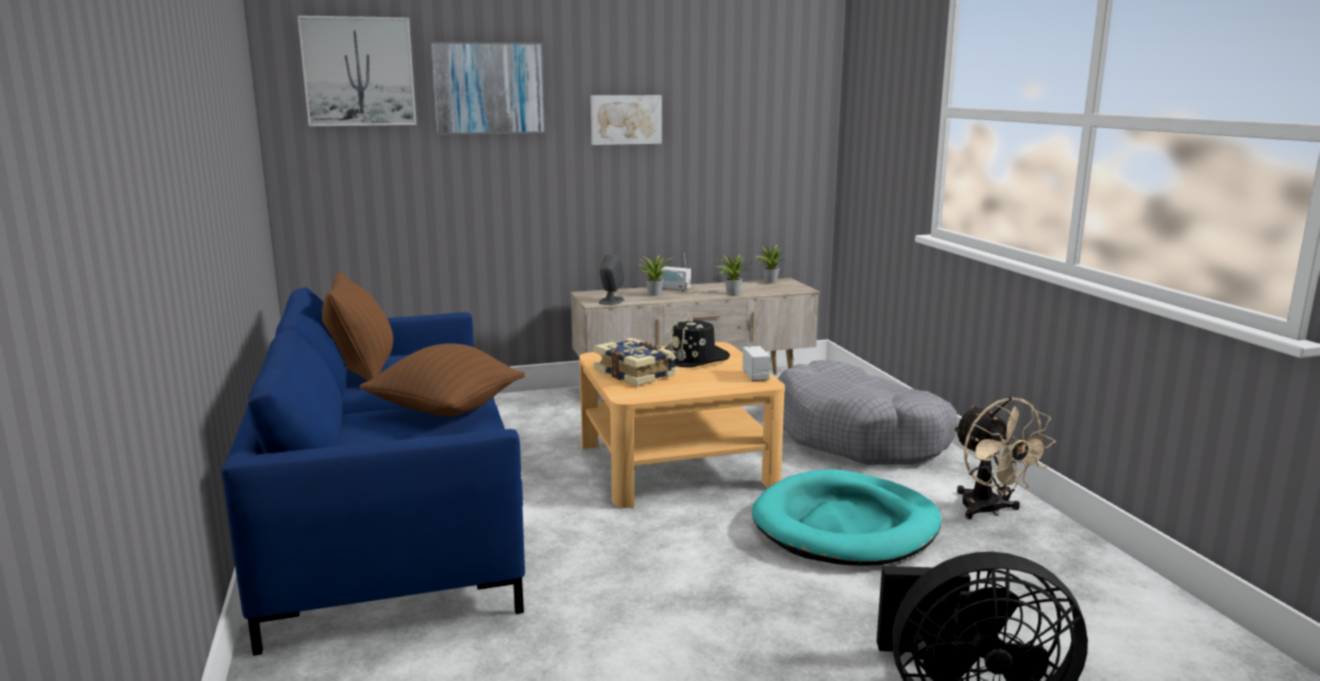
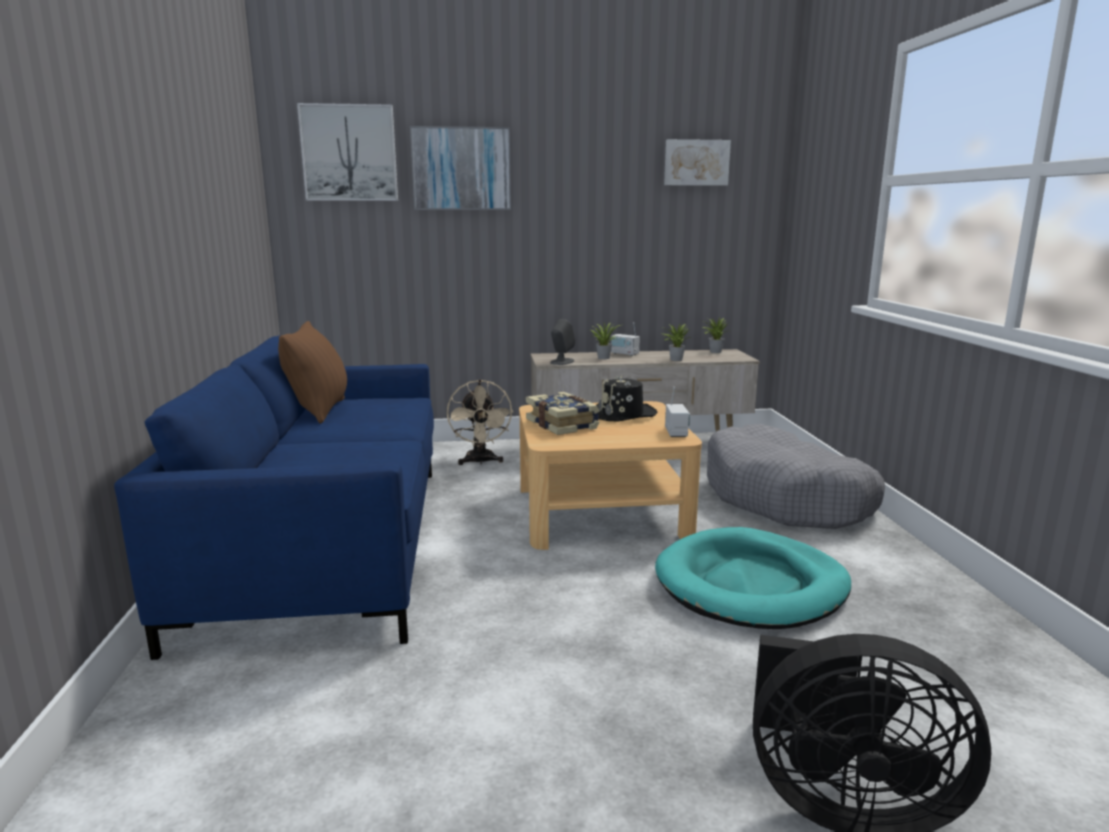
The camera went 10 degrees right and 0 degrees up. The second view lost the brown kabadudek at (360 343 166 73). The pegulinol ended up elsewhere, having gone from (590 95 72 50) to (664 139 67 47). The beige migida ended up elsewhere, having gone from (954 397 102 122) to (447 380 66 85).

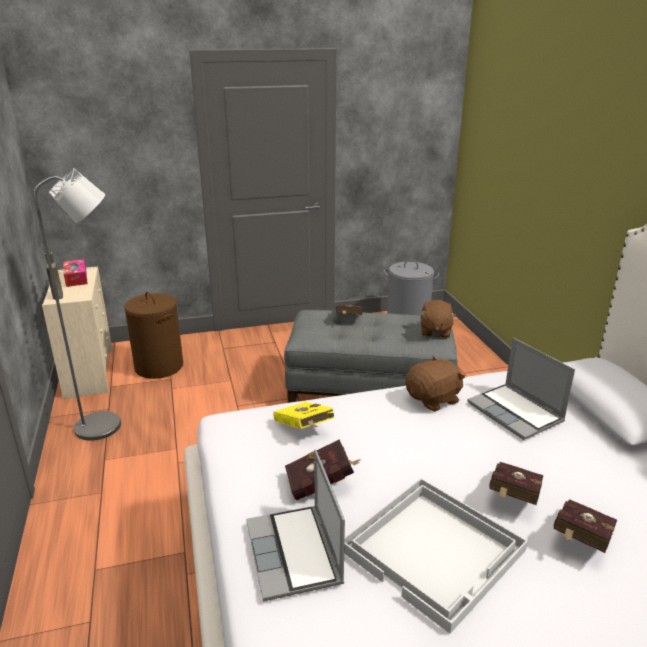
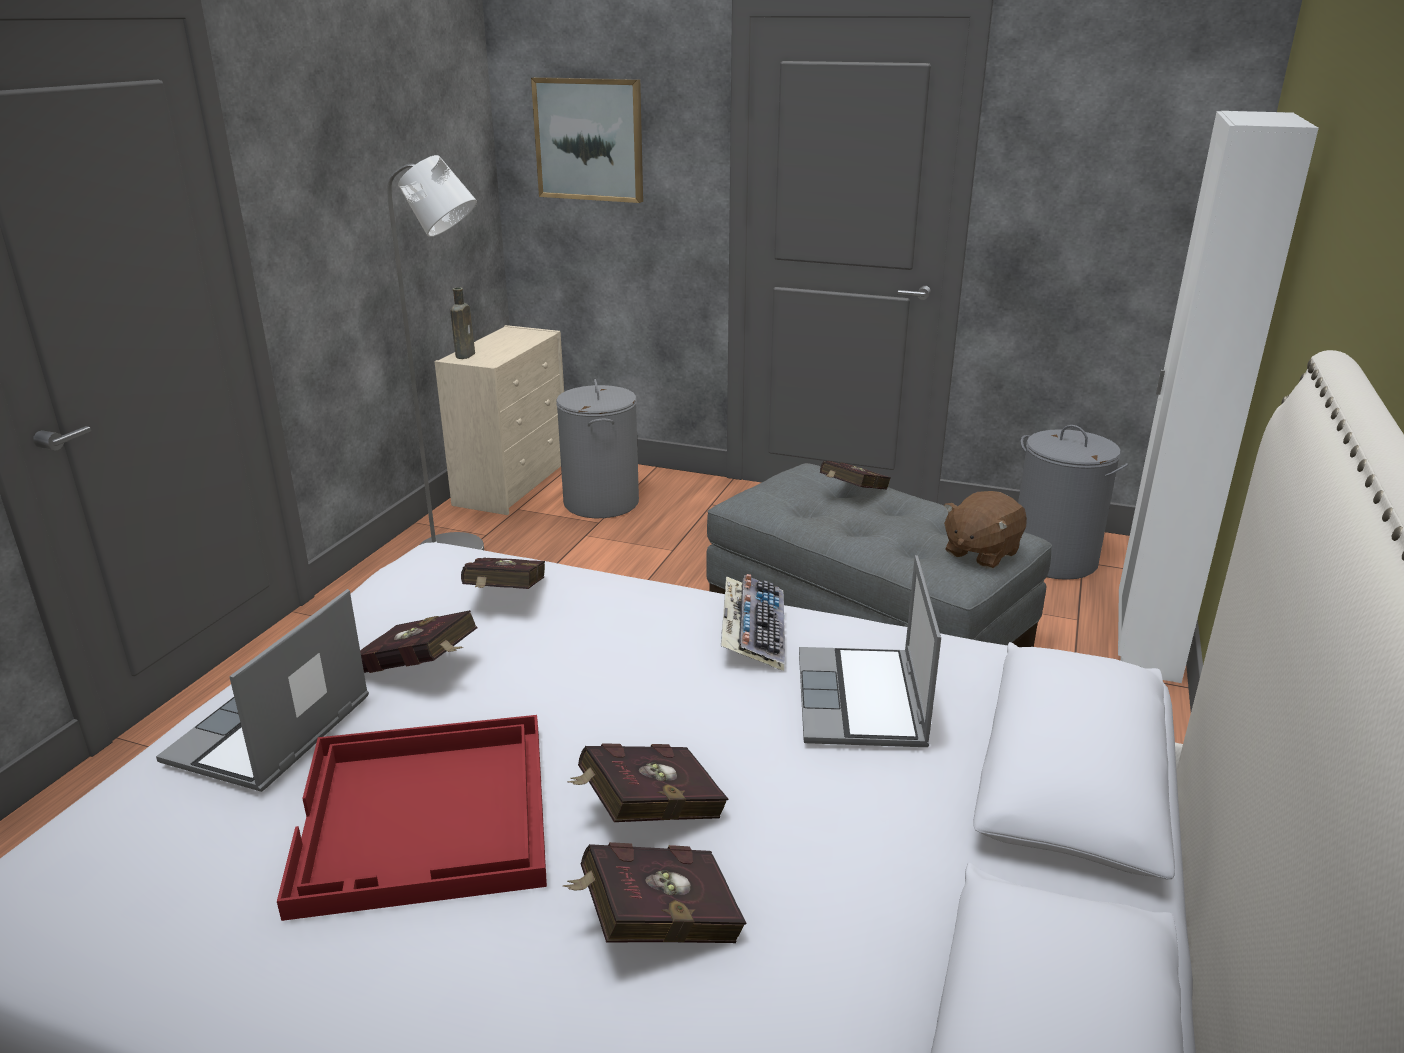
The camera went 35 degrees right and 0 degrees up. The second view lost the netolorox at (64 259 24 28). What was the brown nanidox at (124 292 59 87) turned into the grey nanidox at (556 379 83 139). What was the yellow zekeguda at (273 402 62 27) turned into the red zekeguda at (461 558 84 31). What was the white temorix at (344 478 184 156) turned into the red temorix at (277 715 270 206). Where the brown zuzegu stood at (405 356 60 56), the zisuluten came to stand at (721 574 64 97). The second view gained the pegulinol at (531 77 112 126). The second view gained the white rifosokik at (1118 111 201 572).

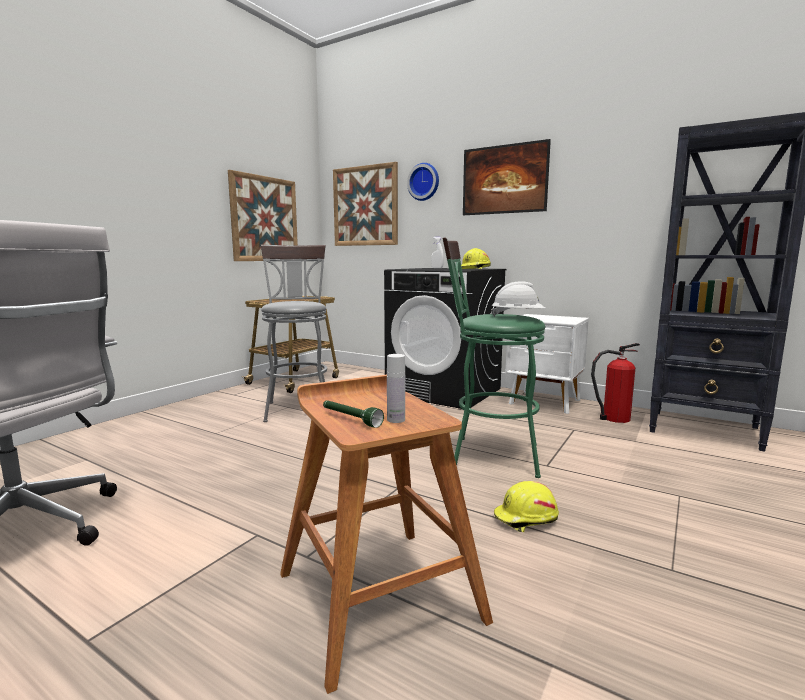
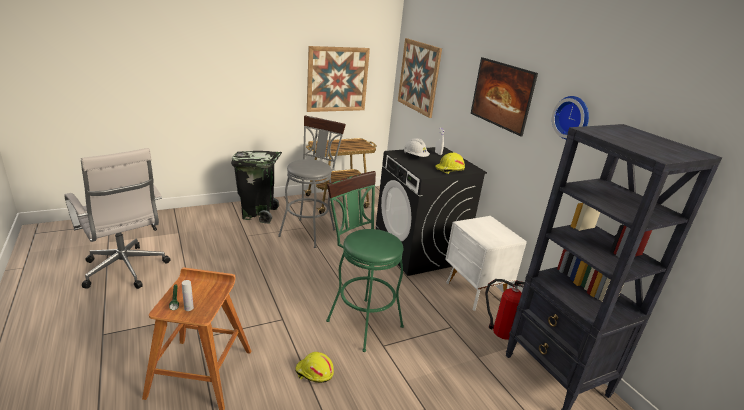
The camera went 30 degrees right and 15 degrees up. The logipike ended up elsewhere, having gone from (407 163 32 38) to (552 96 37 44). The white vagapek ended up elsewhere, having gone from (491 281 55 36) to (403 138 27 19). The second view gained the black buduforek at (231 151 51 73).

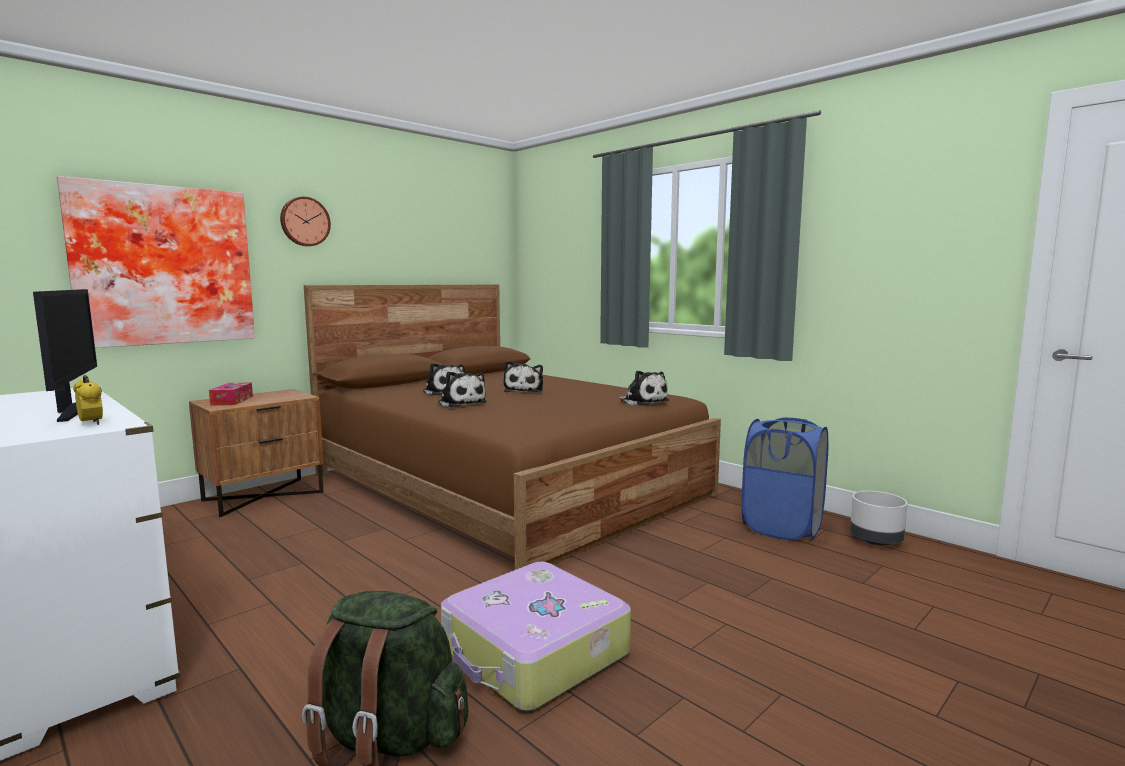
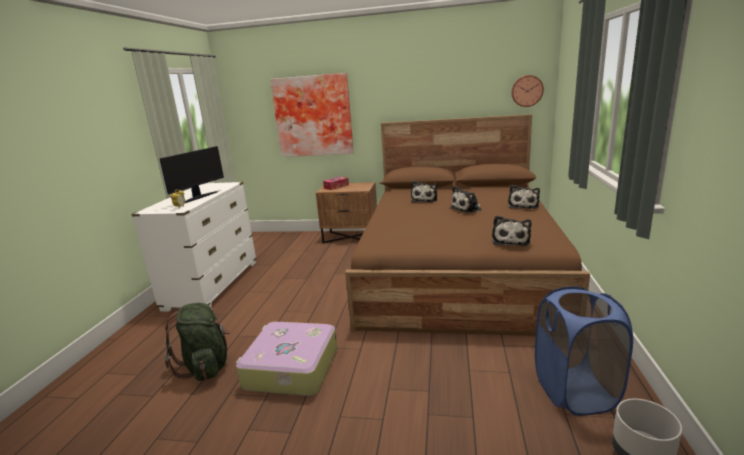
The camera went 55 degrees right and 10 degrees up. The logipike ended up elsewhere, having gone from (280 197 51 49) to (511 75 33 32). The zuzegu ended up elsewhere, having gone from (438 371 49 37) to (508 185 32 24).

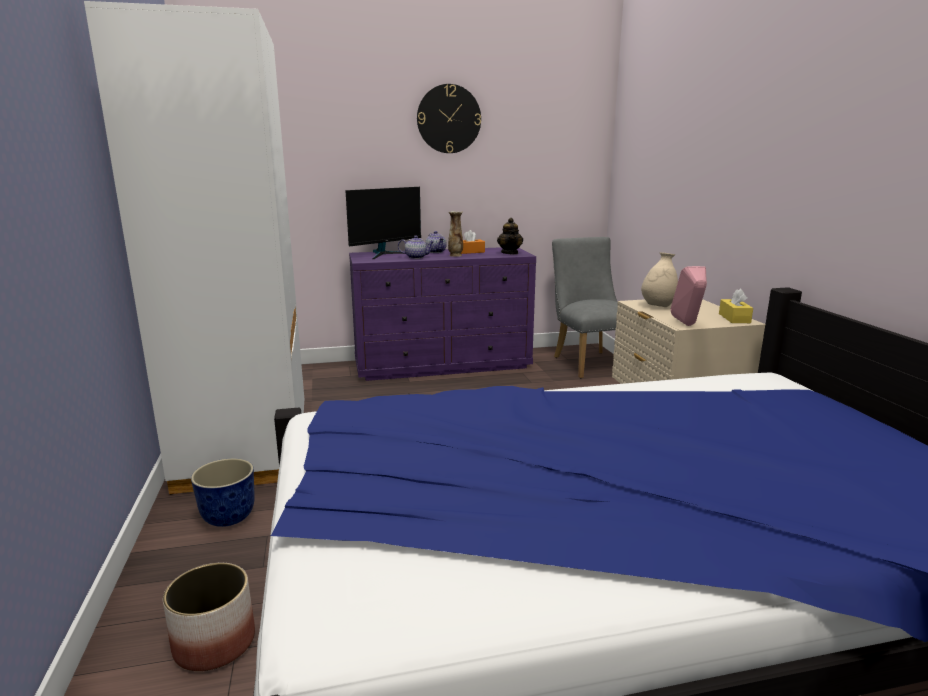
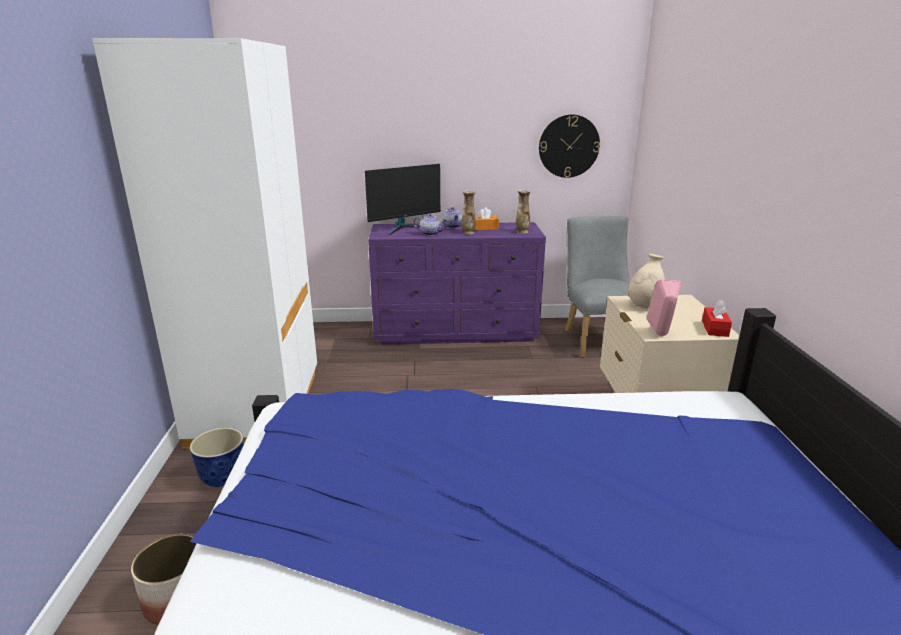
The camera went 10 degrees right and 5 degrees up. The logipike ended up elsewhere, having gone from (417 84 64 69) to (539 114 61 64). Where the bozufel stood at (497 218 26 37), the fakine came to stand at (516 190 15 43). What was the yellow netolorox at (719 289 34 34) turned into the red netolorox at (702 300 30 37).

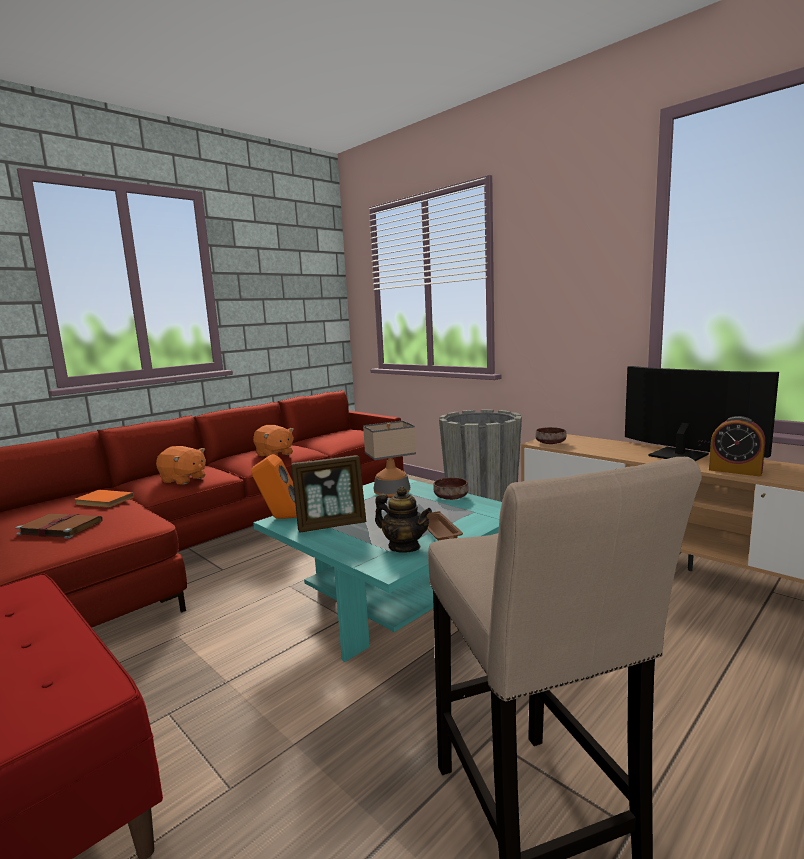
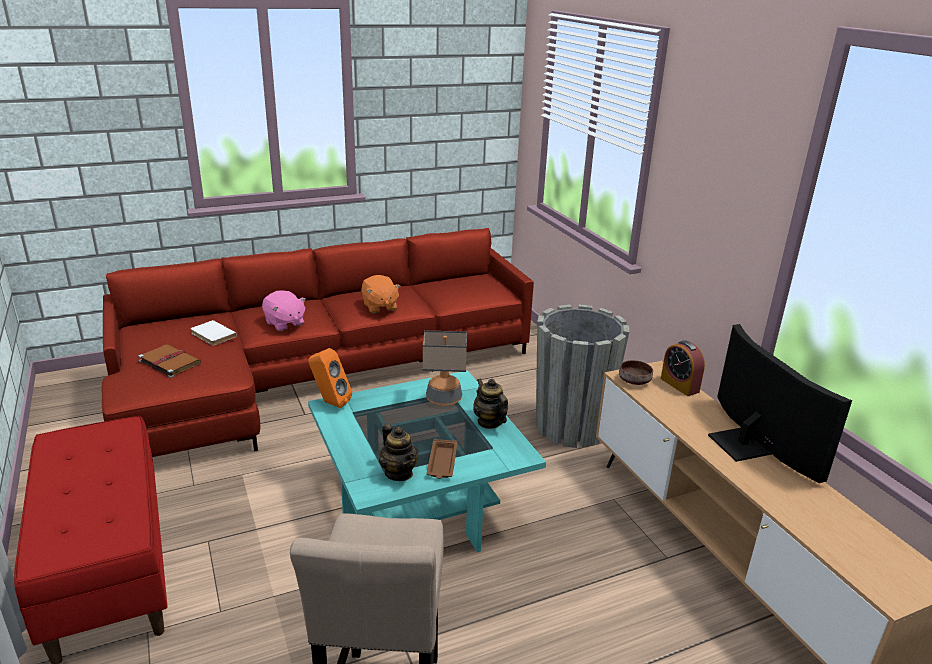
The camera went 20 degrees right and 15 degrees up. What was the orange zekeguda at (75 490 59 18) turned into the white zekeguda at (191 320 46 26). What was the orange zuzegu at (156 446 50 39) turned into the pink zuzegu at (262 290 44 41). The second view lost the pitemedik at (291 455 75 78). Where the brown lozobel stood at (434 478 34 22), the bozufel came to stand at (473 378 35 51). The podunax ended up elsewhere, having gone from (709 416 56 60) to (661 340 44 56).

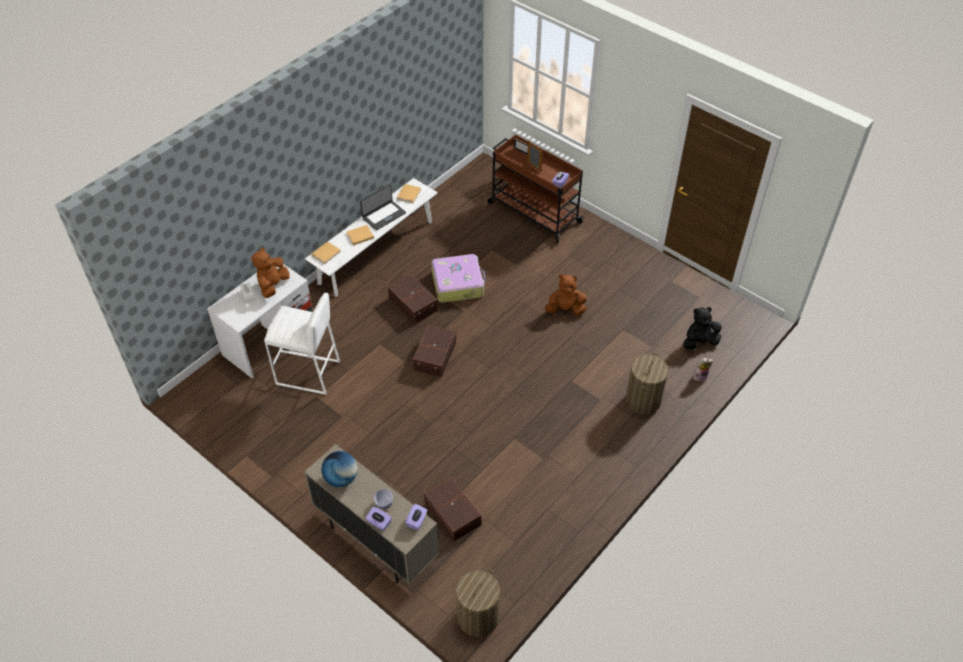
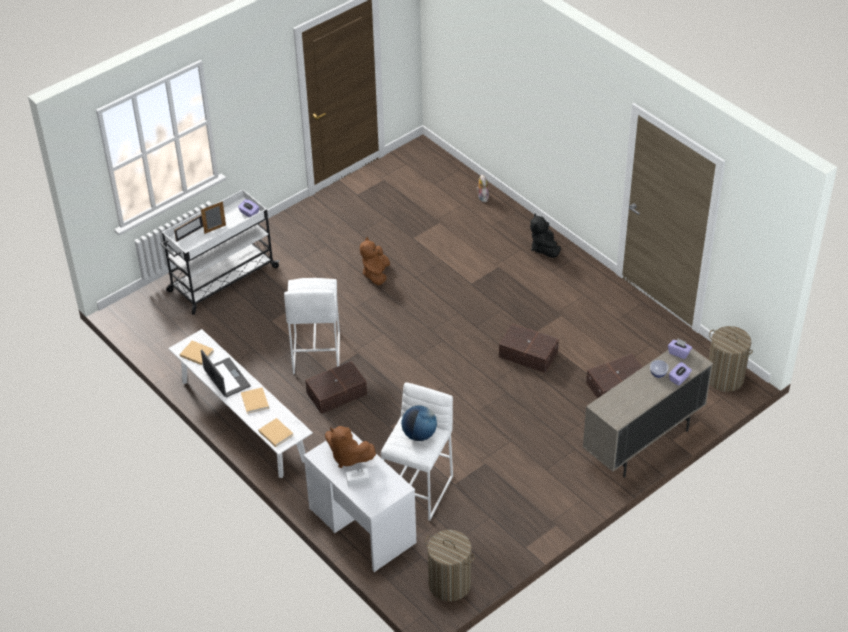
The camera went 80 degrees left and 5 degrees down. The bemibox ended up elsewhere, having gone from (321 451 37 36) to (401 405 36 36). The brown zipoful ended up elsewhere, having gone from (413 325 44 52) to (499 323 60 50). Where the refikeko stood at (431 254 54 49), the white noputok came to stand at (284 278 56 96). What was the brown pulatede at (488 134 96 109) turned into the white pulatede at (161 189 119 126). The nanidox ended up elsewhere, having gone from (626 353 43 61) to (425 530 50 71). The black zuzegu ended up elsewhere, having gone from (683 307 39 43) to (530 213 31 45).

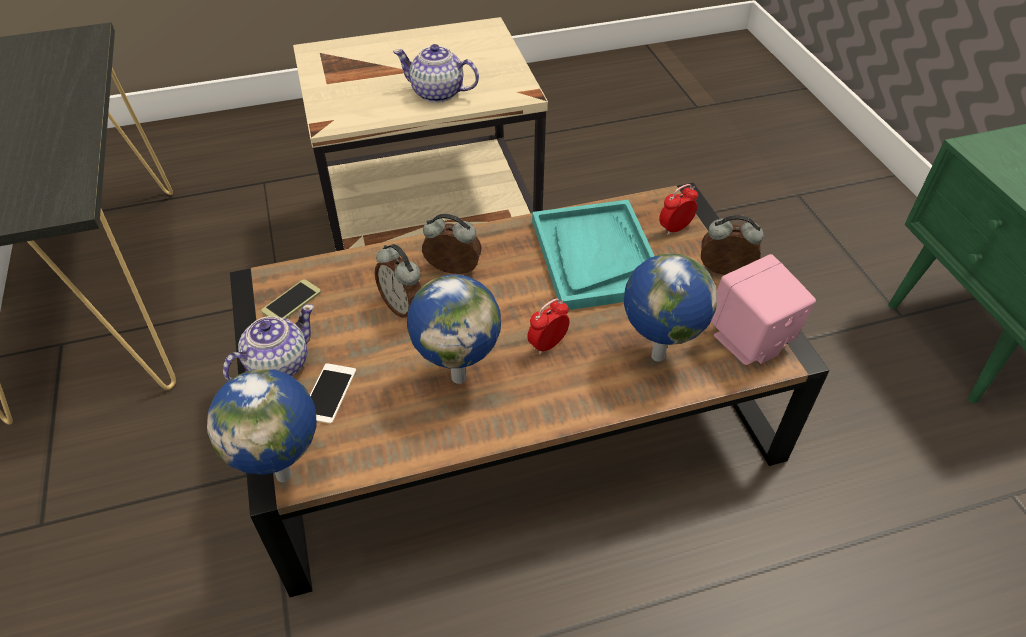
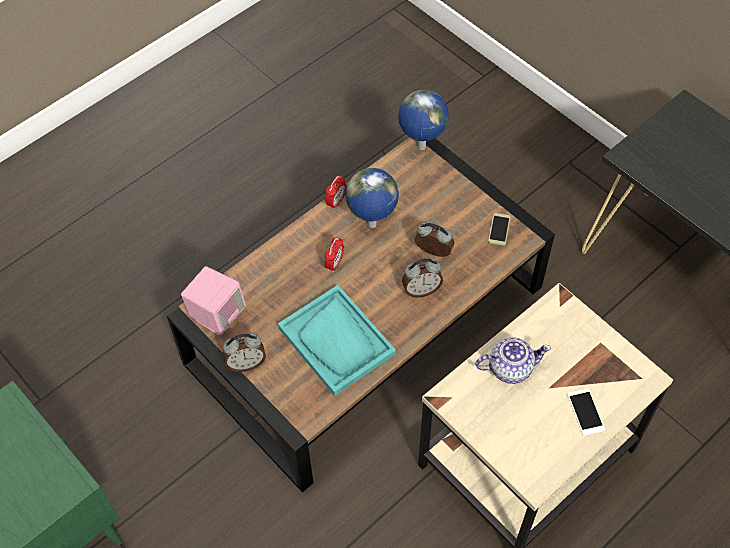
The camera went 155 degrees right and 10 degrees up. The second view lost the bozufel at (223 304 91 77). The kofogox ended up elsewhere, having gone from (310 363 46 61) to (567 388 38 48). The second view lost the bemibox at (624 253 93 109). The podunax ended up elsewhere, having gone from (659 184 39 51) to (325 175 22 35).

